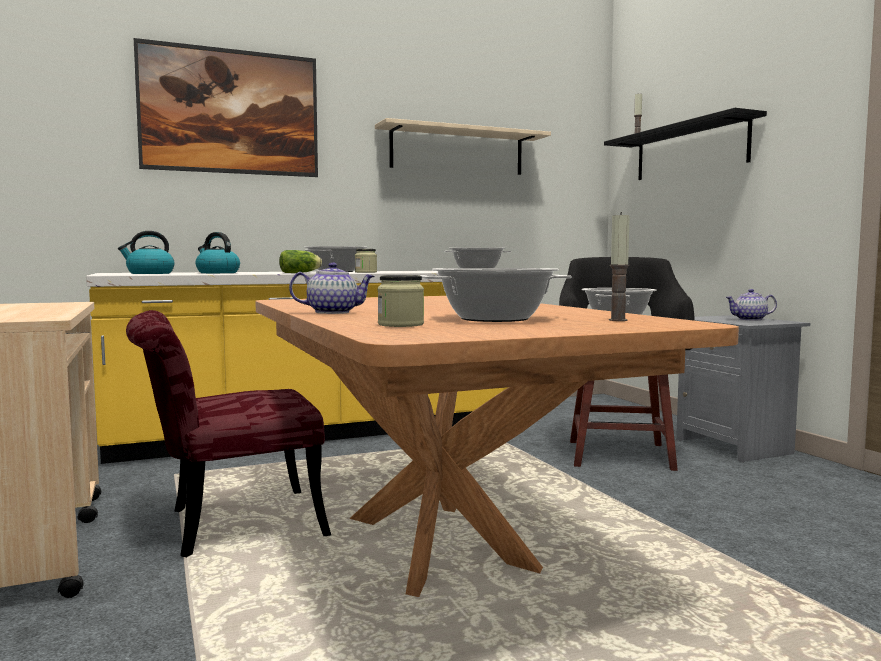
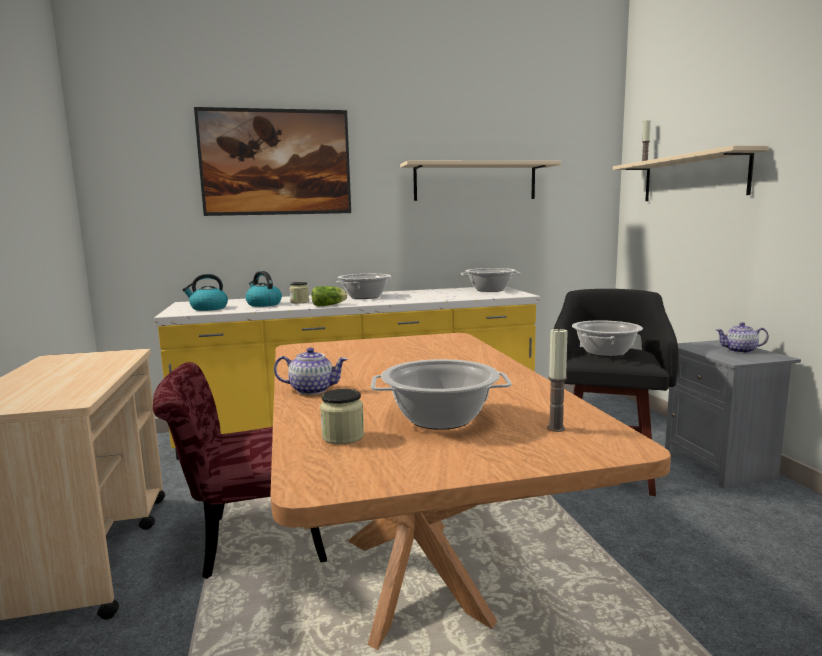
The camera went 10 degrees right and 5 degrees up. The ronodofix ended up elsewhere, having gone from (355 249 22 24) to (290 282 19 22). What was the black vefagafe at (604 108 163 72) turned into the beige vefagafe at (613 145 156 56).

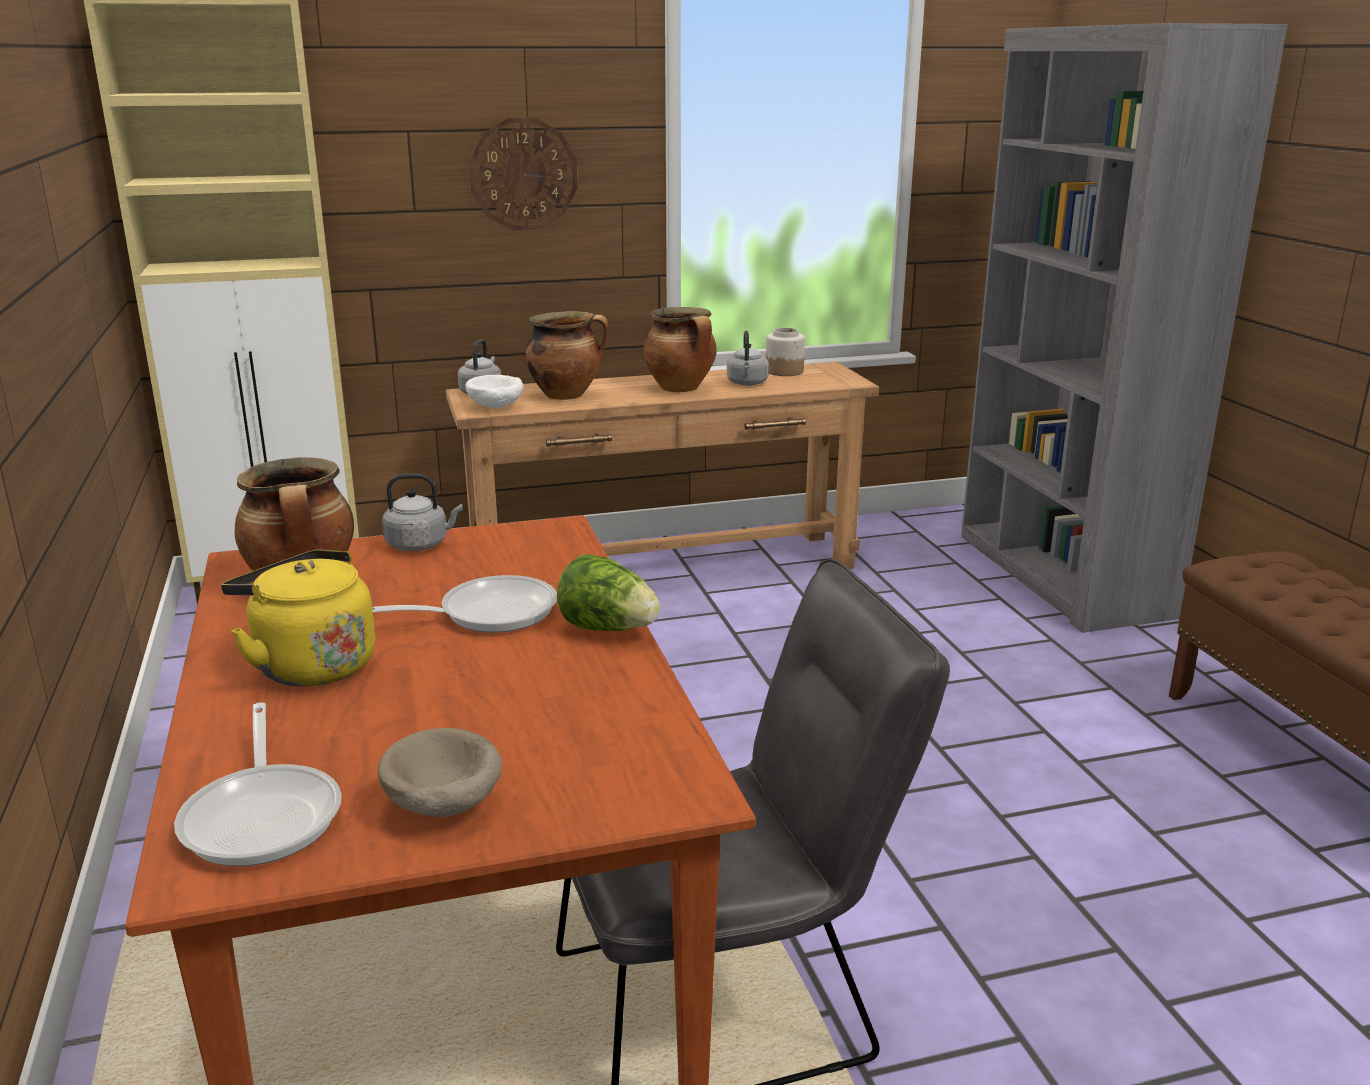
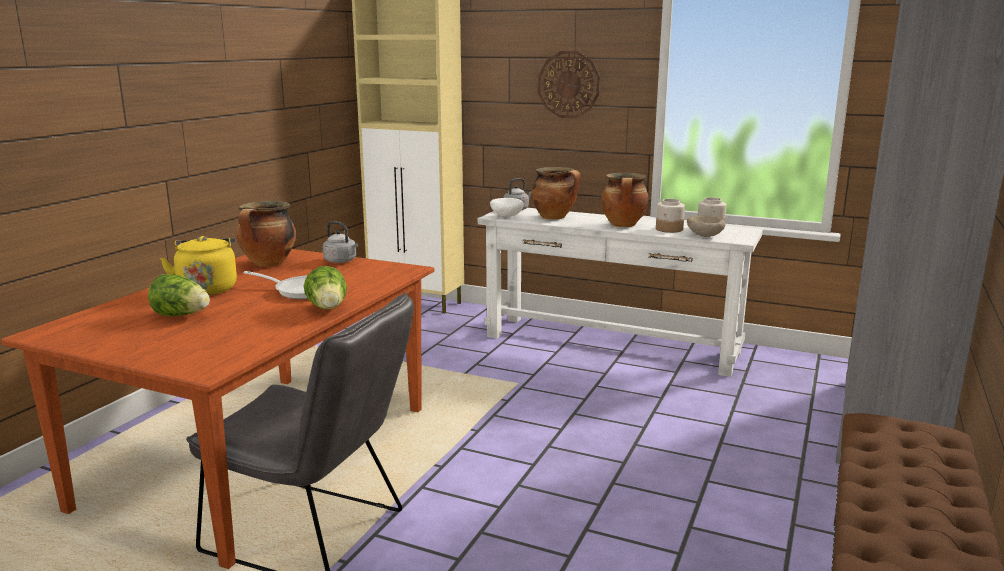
The camera went 40 degrees right and 5 degrees down. The second view lost the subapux at (174 702 168 164). The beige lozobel ended up elsewhere, having gone from (378 728 124 89) to (687 215 39 22). What was the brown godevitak at (446 362 433 207) turned into the white godevitak at (478 208 285 169). Where the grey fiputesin stood at (727 330 42 56), the ronodofix came to stand at (656 199 29 34). The second view gained the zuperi at (148 274 62 42).

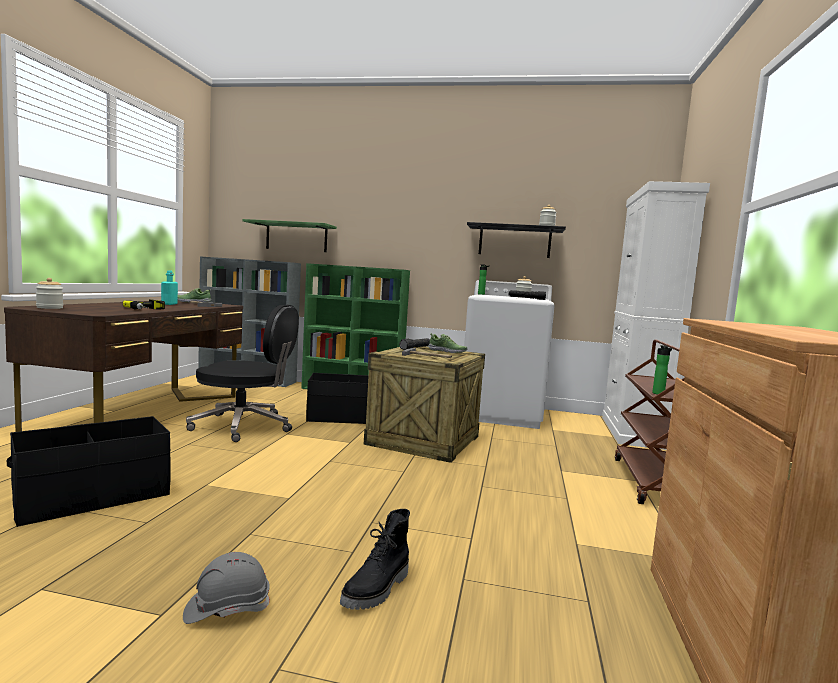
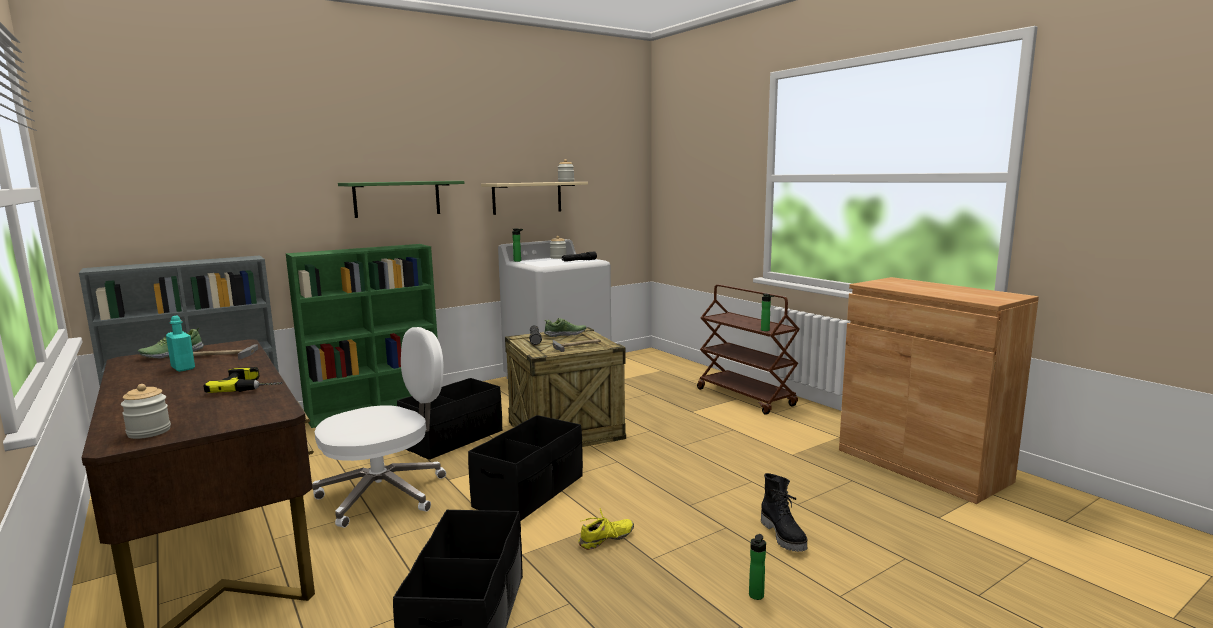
The camera went 45 degrees left and 5 degrees up. Where the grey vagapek stood at (183 552 87 72), the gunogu came to stand at (749 534 17 66). What was the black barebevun at (186 304 113 138) turned into the white barebevun at (312 327 134 201). The green vefagafe ended up elsewhere, having gone from (243 219 94 33) to (338 181 126 37). What was the black vefagafe at (467 222 99 36) turned into the beige vefagafe at (481 182 107 33). The second view lost the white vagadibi at (602 181 108 269). The second view gained the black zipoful at (468 415 115 106). The second view gained the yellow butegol at (579 508 55 42).

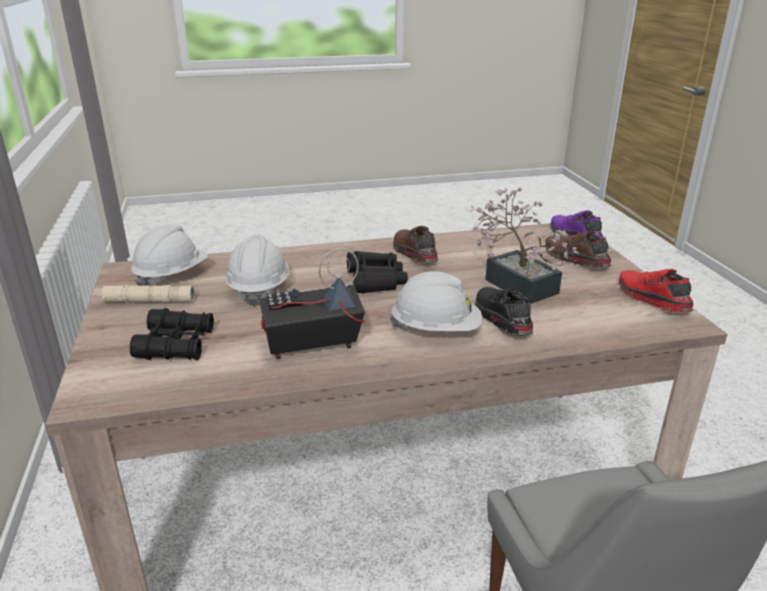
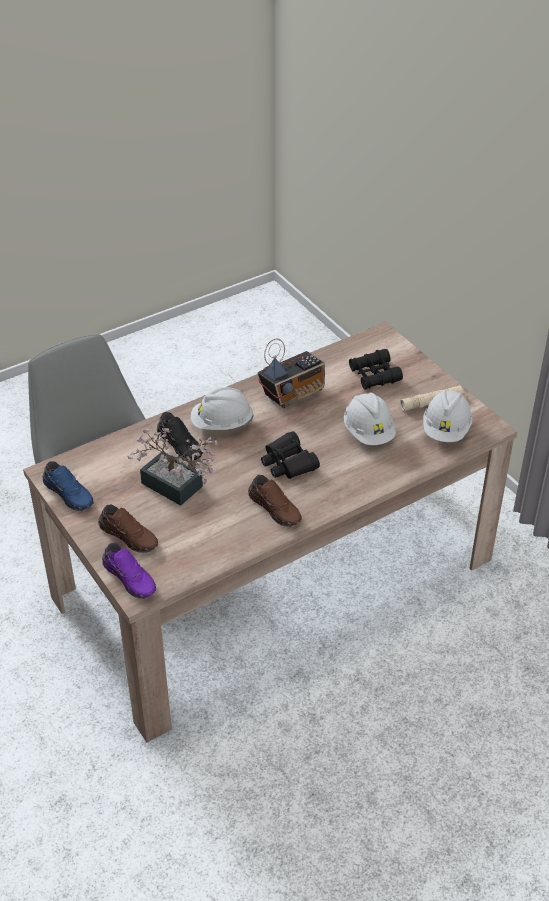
The camera went 160 degrees right and 15 degrees up. What was the red butegol at (619 269 74 44) turned into the blue butegol at (42 461 52 50).

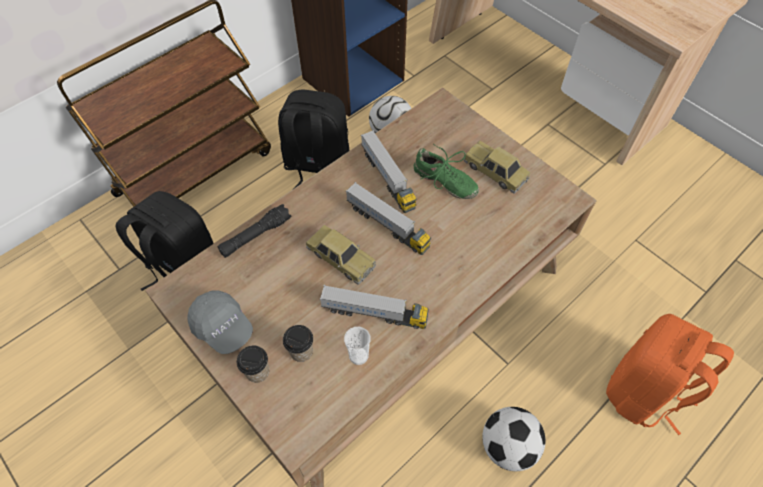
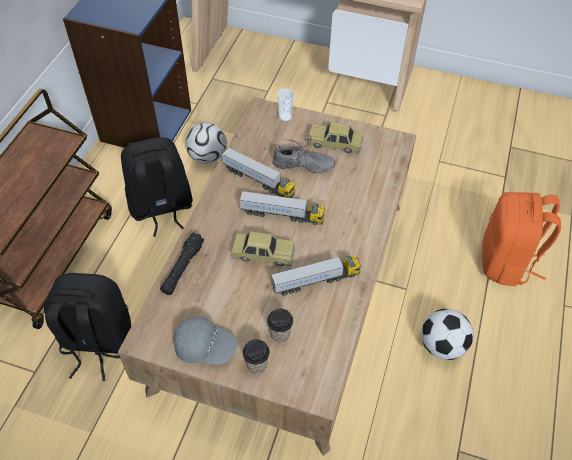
The camera went 30 degrees left and 5 degrees down. The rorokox ended up elsewhere, having gone from (344 327 27 38) to (277 89 17 32). What was the green butegol at (414 144 65 55) turned into the grey butegol at (273 135 62 38).

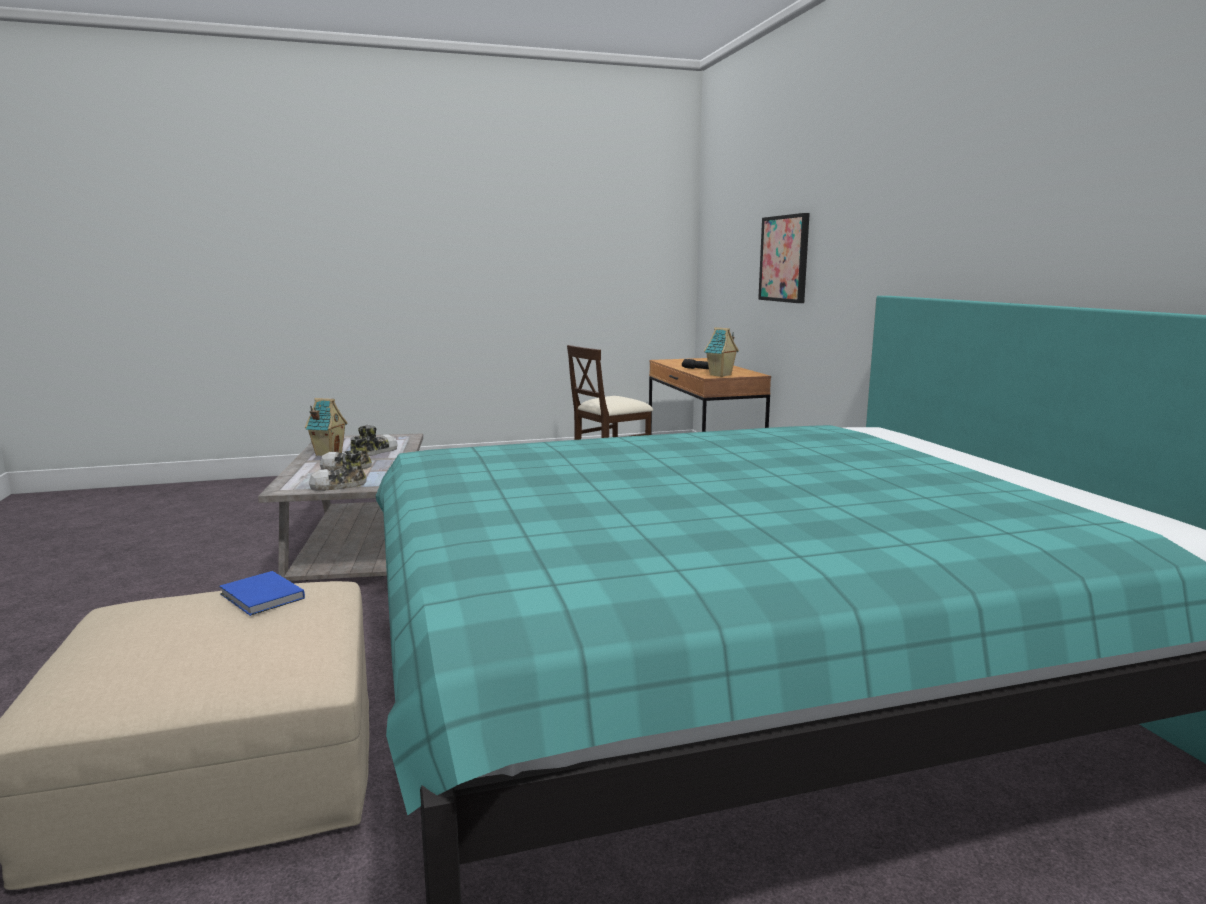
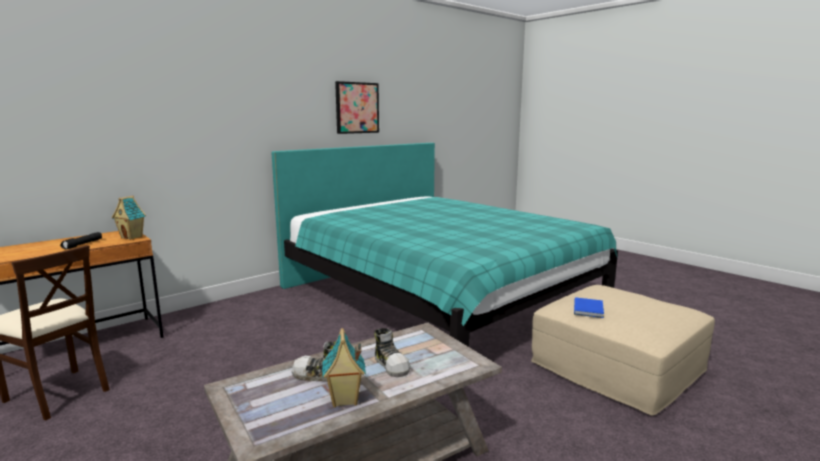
The camera went 115 degrees left and 0 degrees up. The second view lost the butegol at (309 450 58 41). The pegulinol ended up elsewhere, having gone from (758 213 52 90) to (335 81 44 53).

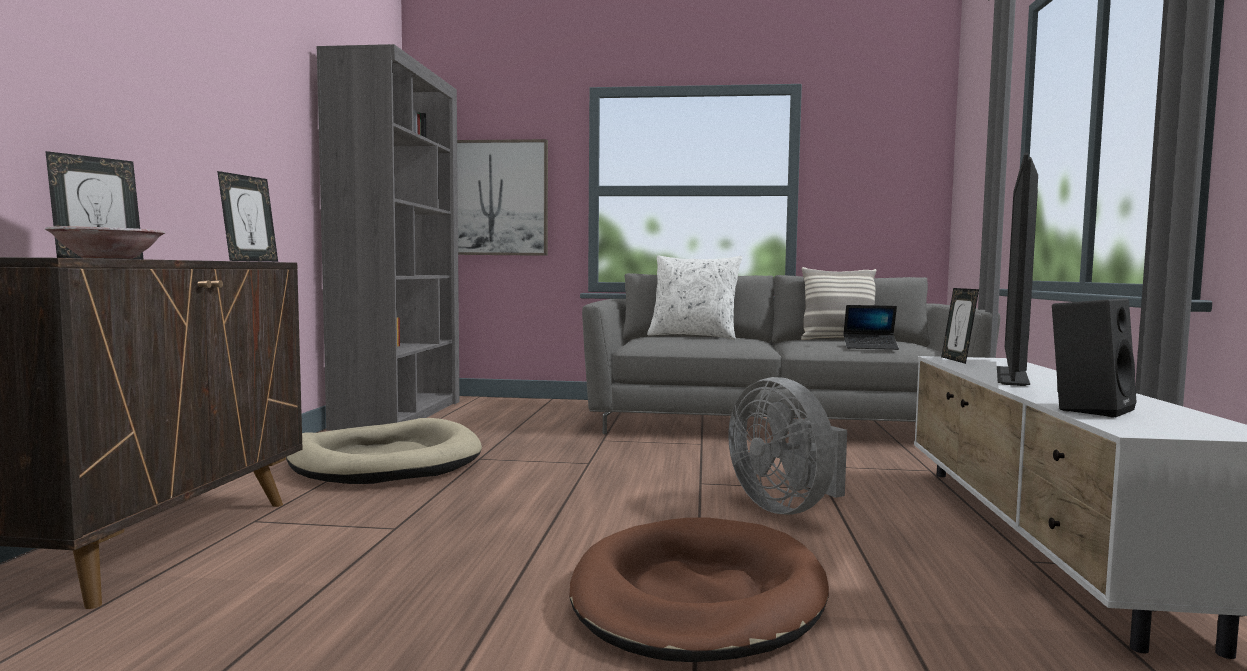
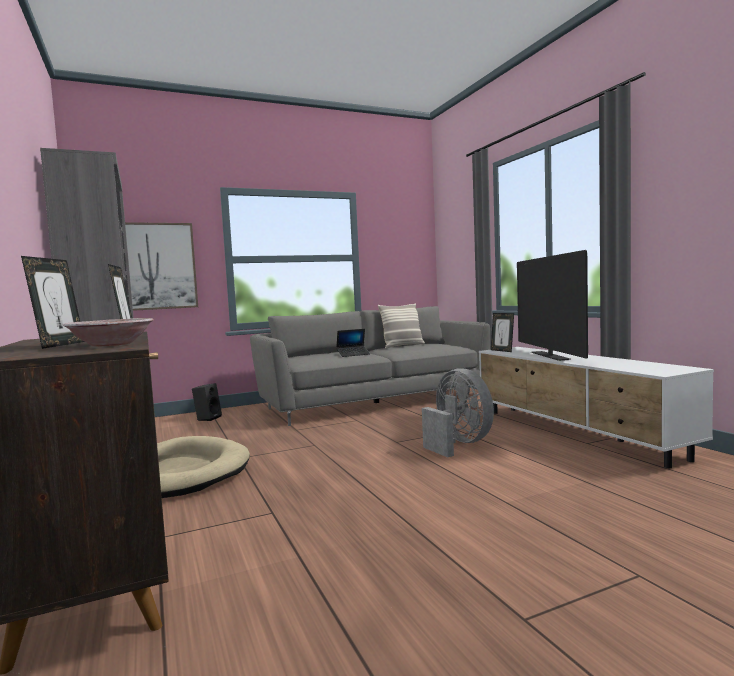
The camera went 30 degrees left and 0 degrees up. The second view lost the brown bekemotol at (569 518 260 144). The second view lost the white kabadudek at (647 256 95 84). The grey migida at (728 377 119 138) ended up facing another way, 150 degrees counterclockwise from before. The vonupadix ended up elsewhere, having gone from (844 305 55 45) to (336 329 34 28). The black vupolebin ended up elsewhere, having gone from (1052 298 85 119) to (192 383 30 38).

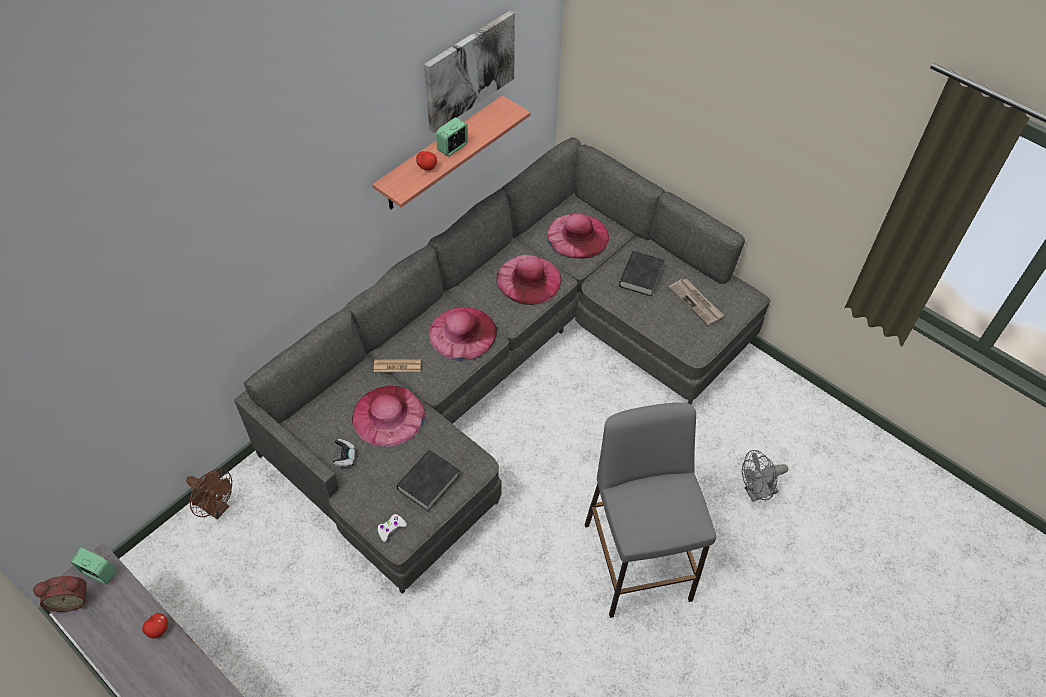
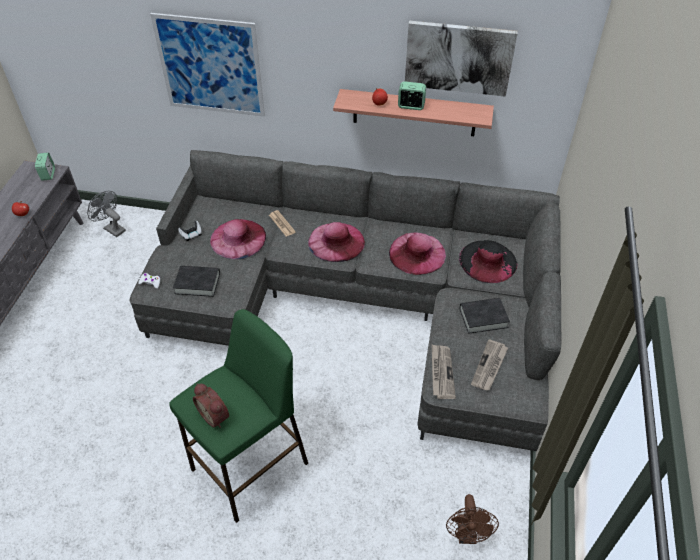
The camera went 60 degrees right and 5 degrees down. The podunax ended up elsewhere, having gone from (33 576 55 36) to (193 384 36 44). The brown migida ended up elsewhere, having gone from (186 469 46 50) to (446 494 53 50). What was the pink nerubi at (547 214 62 45) turned into the black nerubi at (459 240 58 43). What was the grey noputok at (585 403 131 215) turned into the green noputok at (169 309 139 214). The grey migida ended up elsewhere, having gone from (742 450 46 52) to (87 191 39 46). The second view gained the pegulinol at (150 13 115 104). The second view gained the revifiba at (432 345 24 54).

